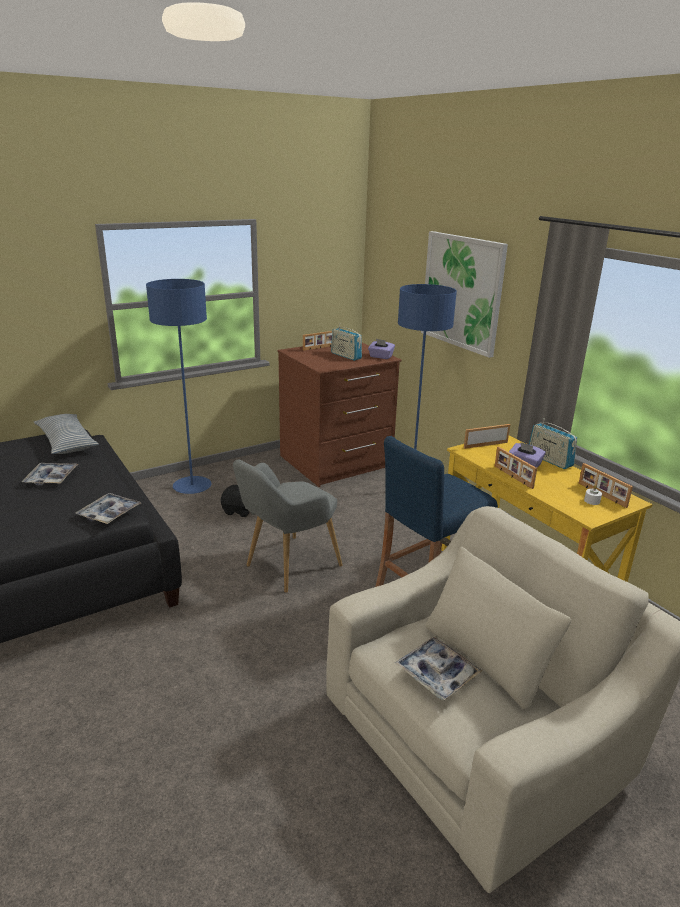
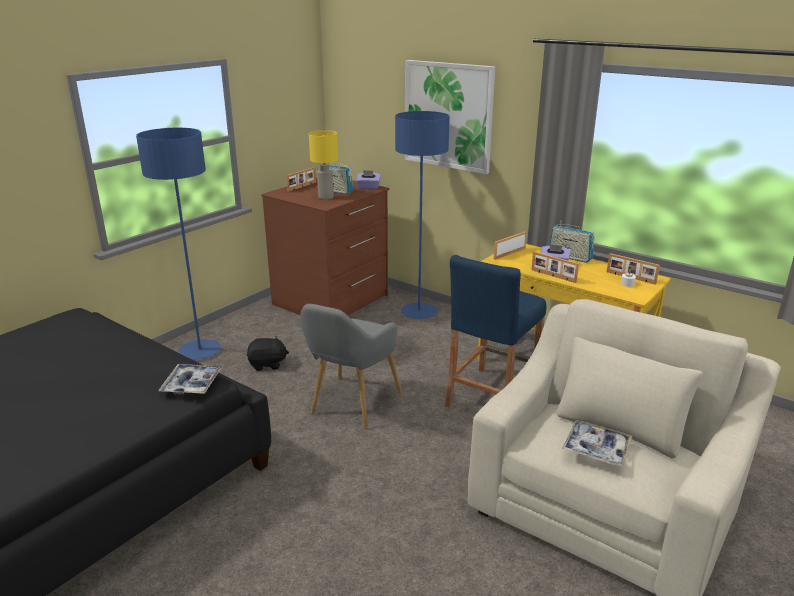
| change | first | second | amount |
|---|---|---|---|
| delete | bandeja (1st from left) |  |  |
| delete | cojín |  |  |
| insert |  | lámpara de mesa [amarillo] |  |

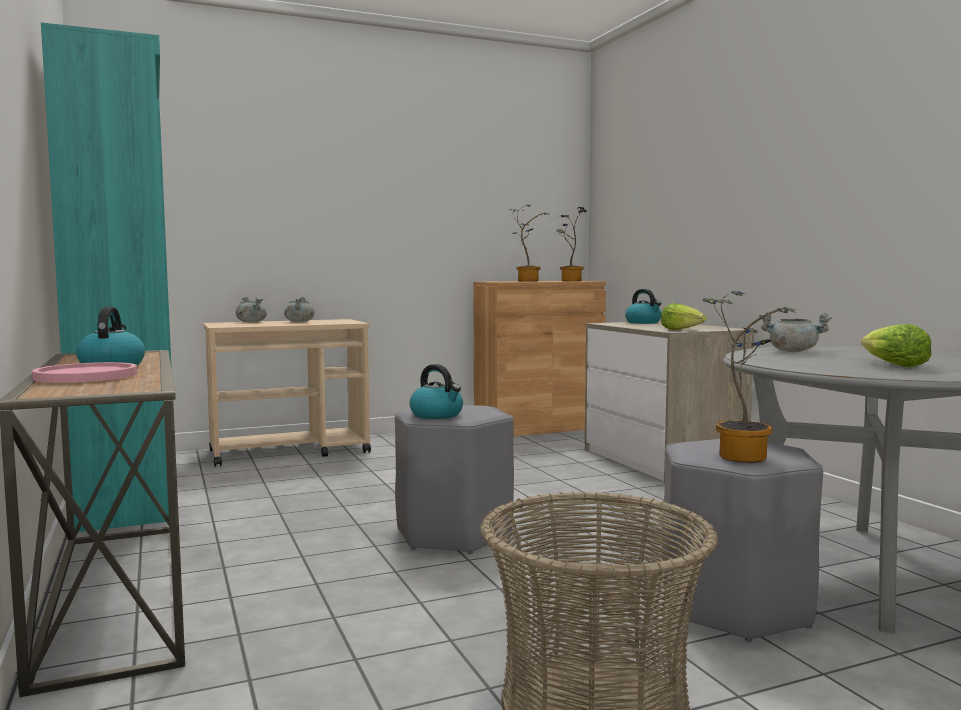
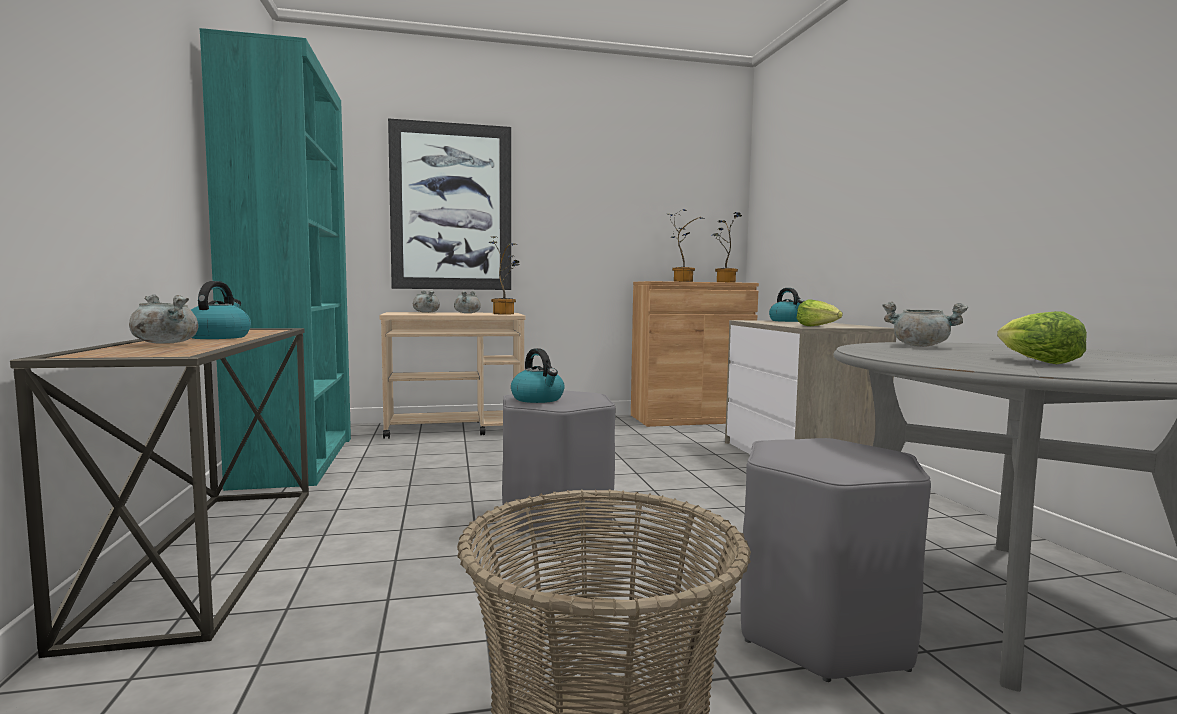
| change | first | second | amount |
|---|---|---|---|
| insert |  | cuadro |  |
| move | planta en maceta (3rd from left in the first image) | planta en maceta (1st from left) |  |
| replace | plato [rosa] | olla [gris] (1st from left) |  |

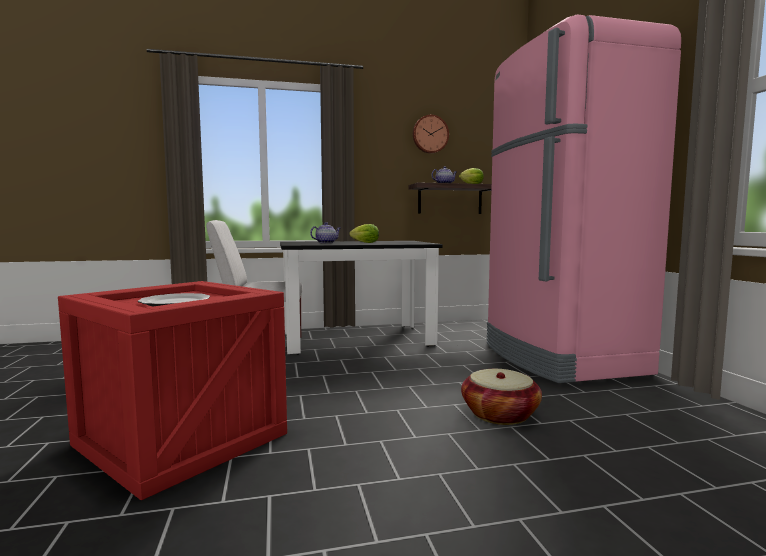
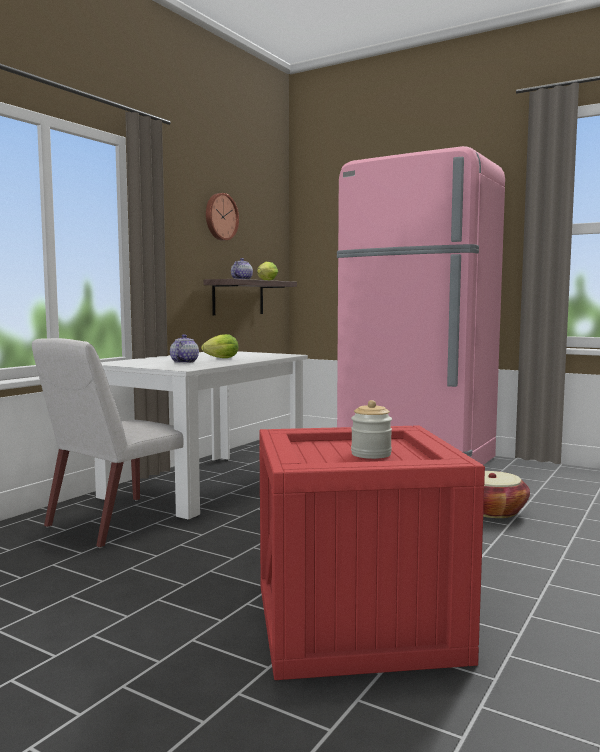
| change | first | second | amount |
|---|---|---|---|
| replace | plato | tarro |  |
| recolor | mesa de comedor [negro] | mesa de comedor [blanco] |  |

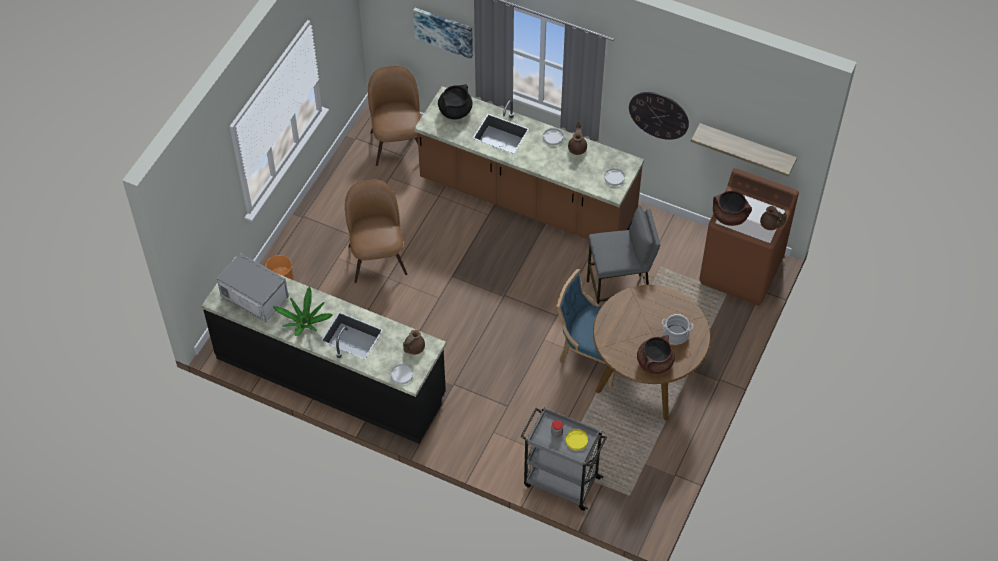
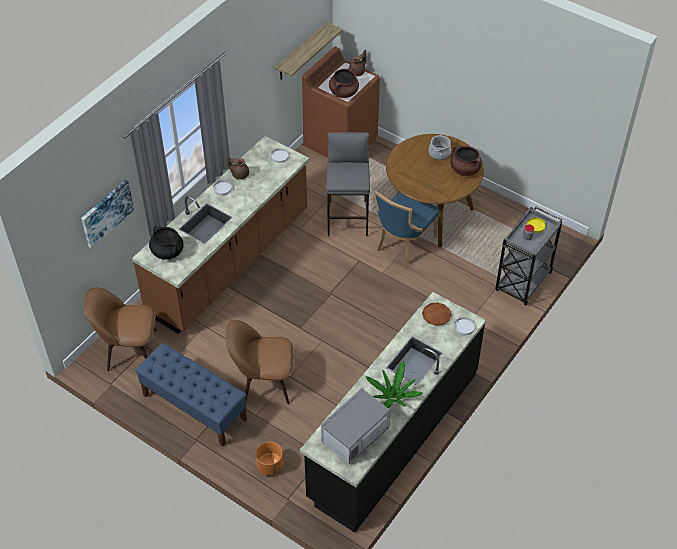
| change | first | second | amount |
|---|---|---|---|
| delete | reloj de pared |  |  |
| insert |  | banco [azul] |  |
| replace | tetera [marrón] (1st from left) | plato [marrón] |  |

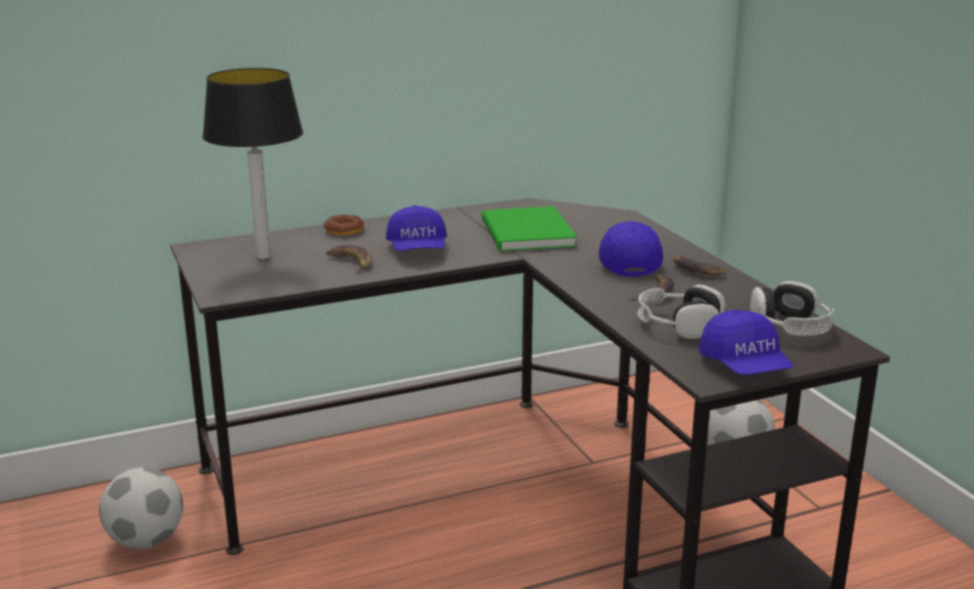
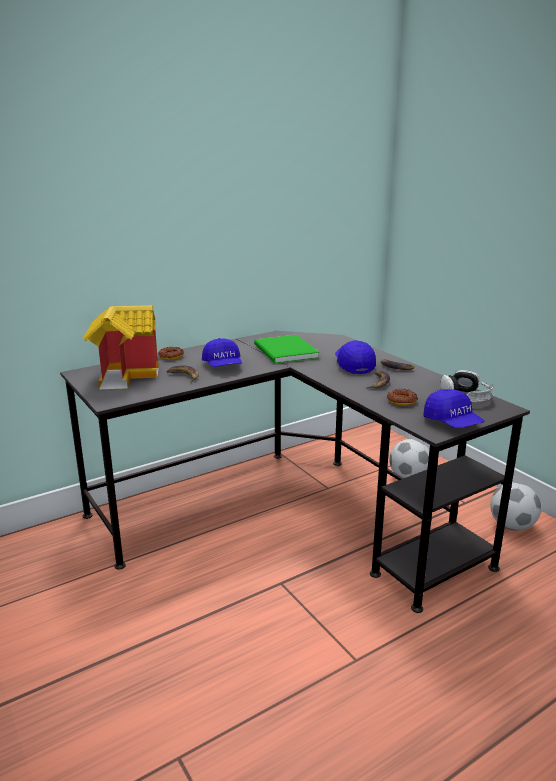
| change | first | second | amount |
|---|---|---|---|
| move | balón de fútbol (1st from left in the first image) | balón de fútbol (2nd from left) |  |
| replace | lámpara de mesa | casita |  |
| replace | auriculares (1st from left) | rosquilla (2nd from left) |  |

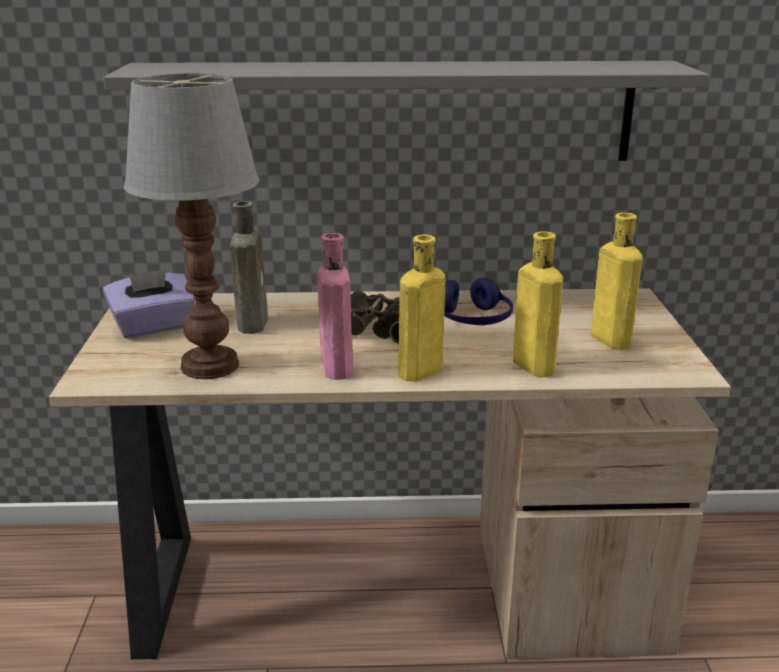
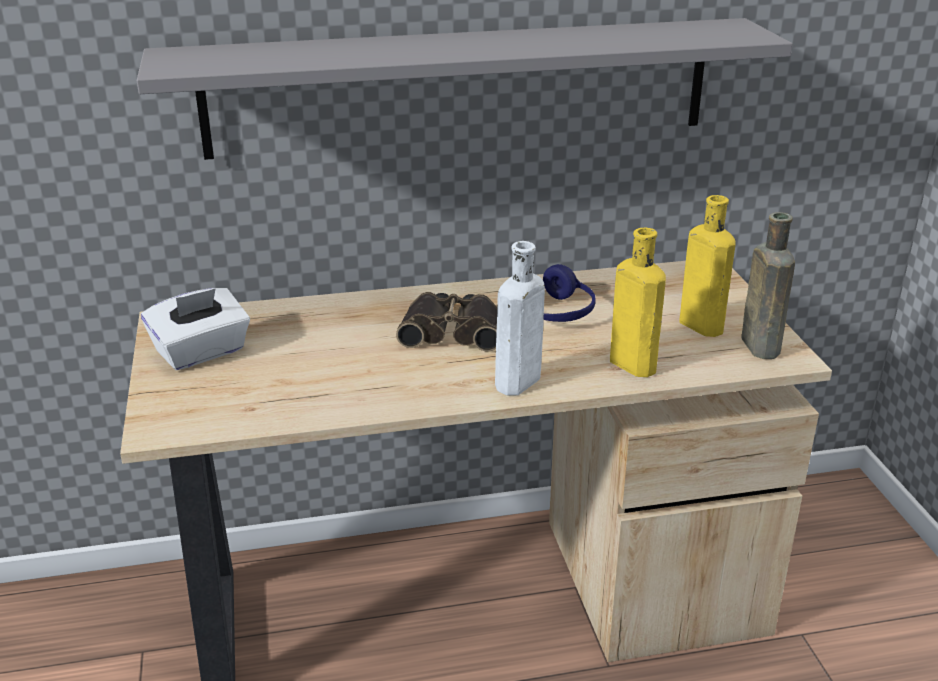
| change | first | second | amount |
|---|---|---|---|
| delete | lámpara de mesa |  |  |
| delete | botella [rosa] |  |  |
| move | botella [marrón] |  |  |
| recolor | caja de pañuelos [morado] | caja de pañuelos [blanco] |  |
| recolor | botella [amarillo] (1st from left) | botella [blanco] |  |

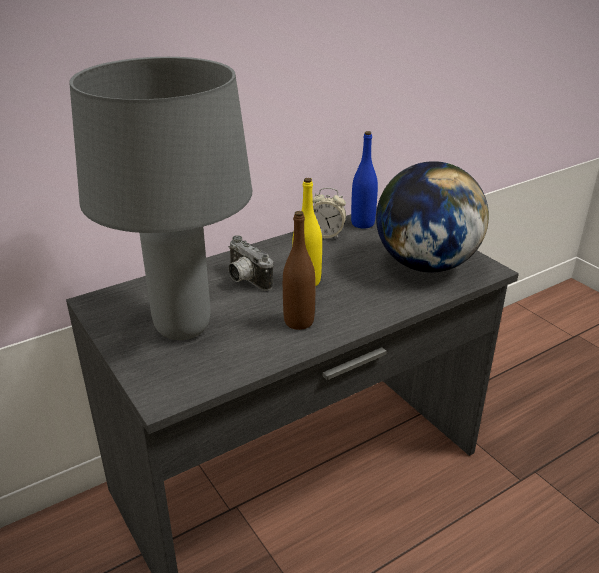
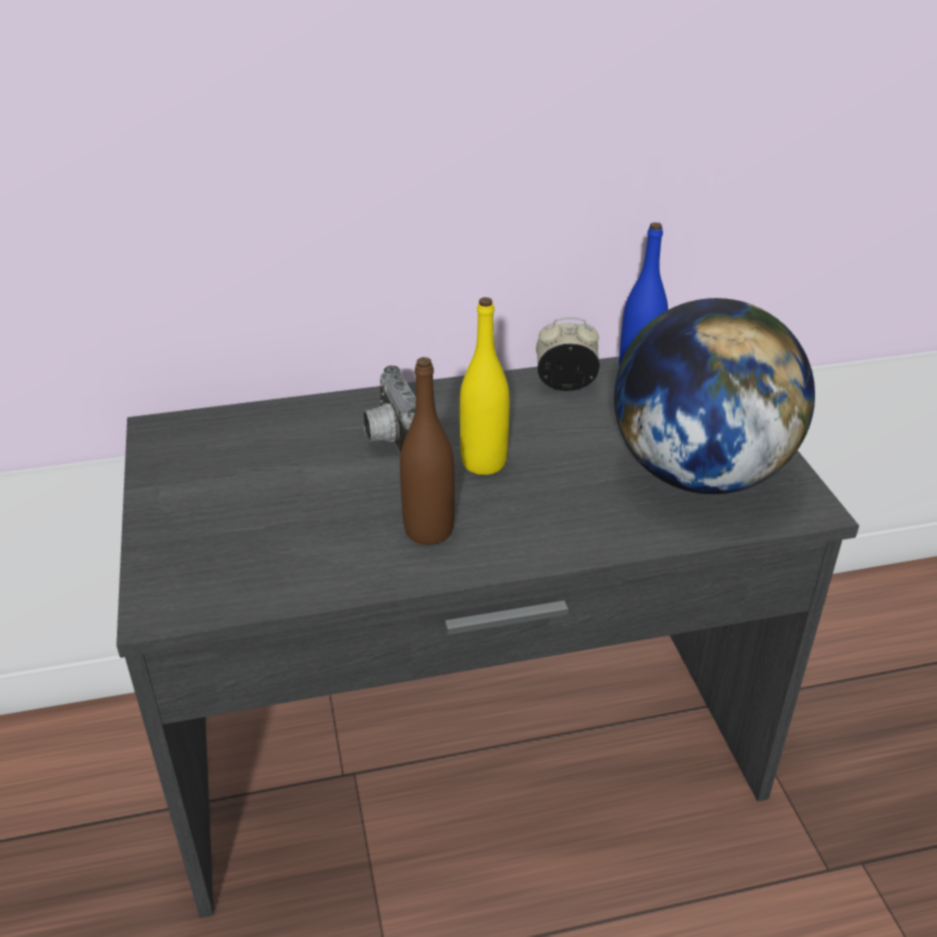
| change | first | second | amount |
|---|---|---|---|
| delete | lámpara de mesa [gris] |  |  |
| rotate | despertador |  | 150 degrees clockwise |

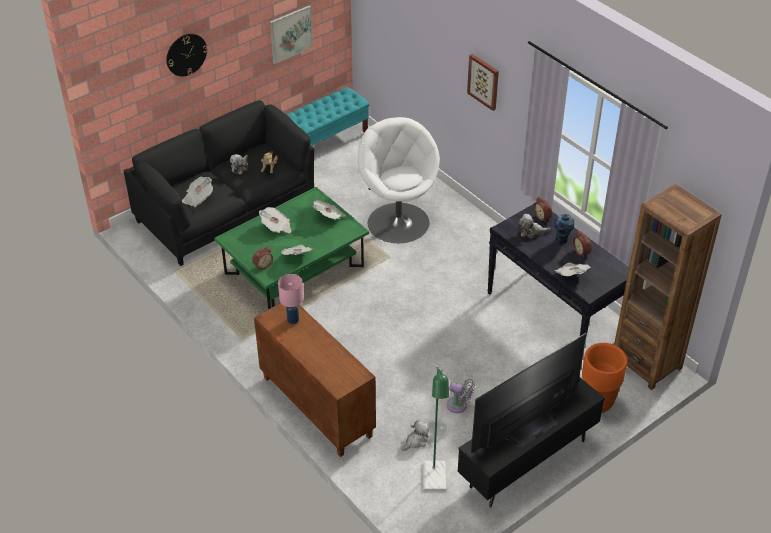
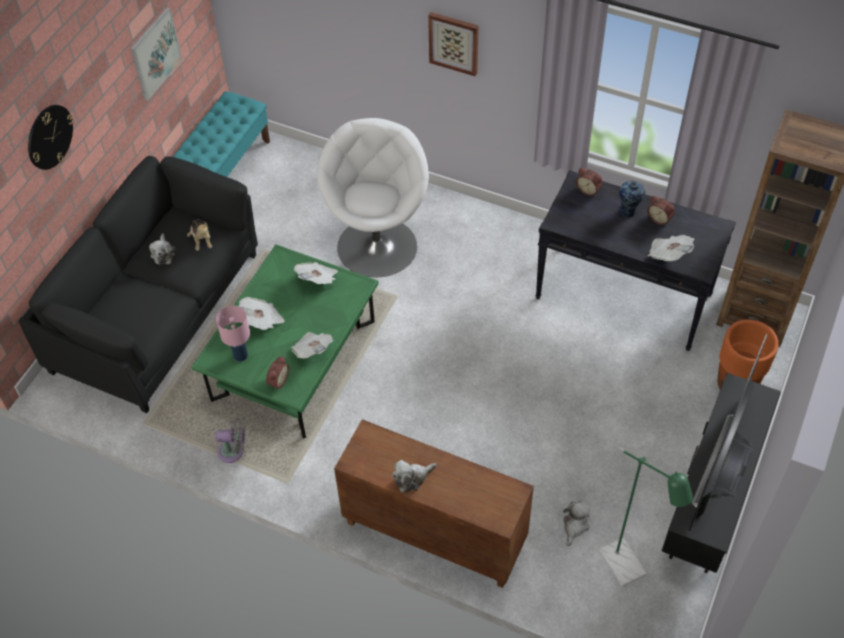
| change | first | second | amount |
|---|---|---|---|
| delete | periódico (1st from left) |  |  |
| move | lámpara de mesa [rosa] |  |  |
| move | ventilador [gris] |  |  |
| move | peluche (4th from left in the first image) | peluche (3rd from left) |  |
| rotate | sillón [blanco] |  | 60 degrees clockwise |

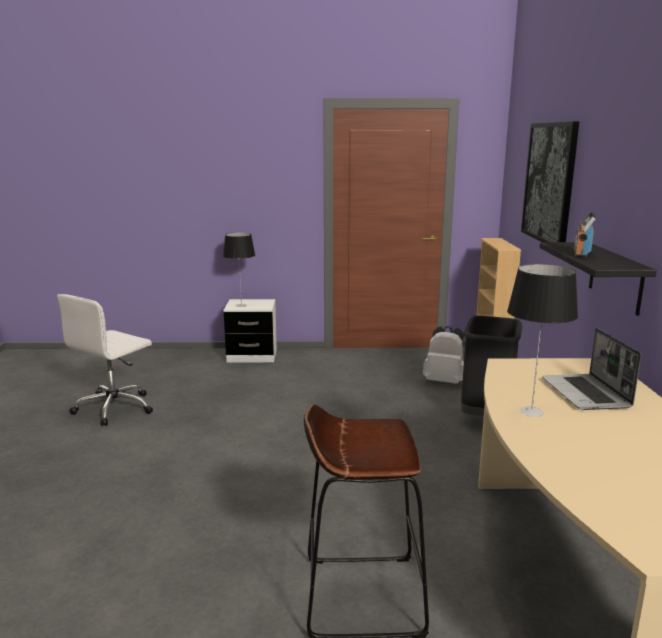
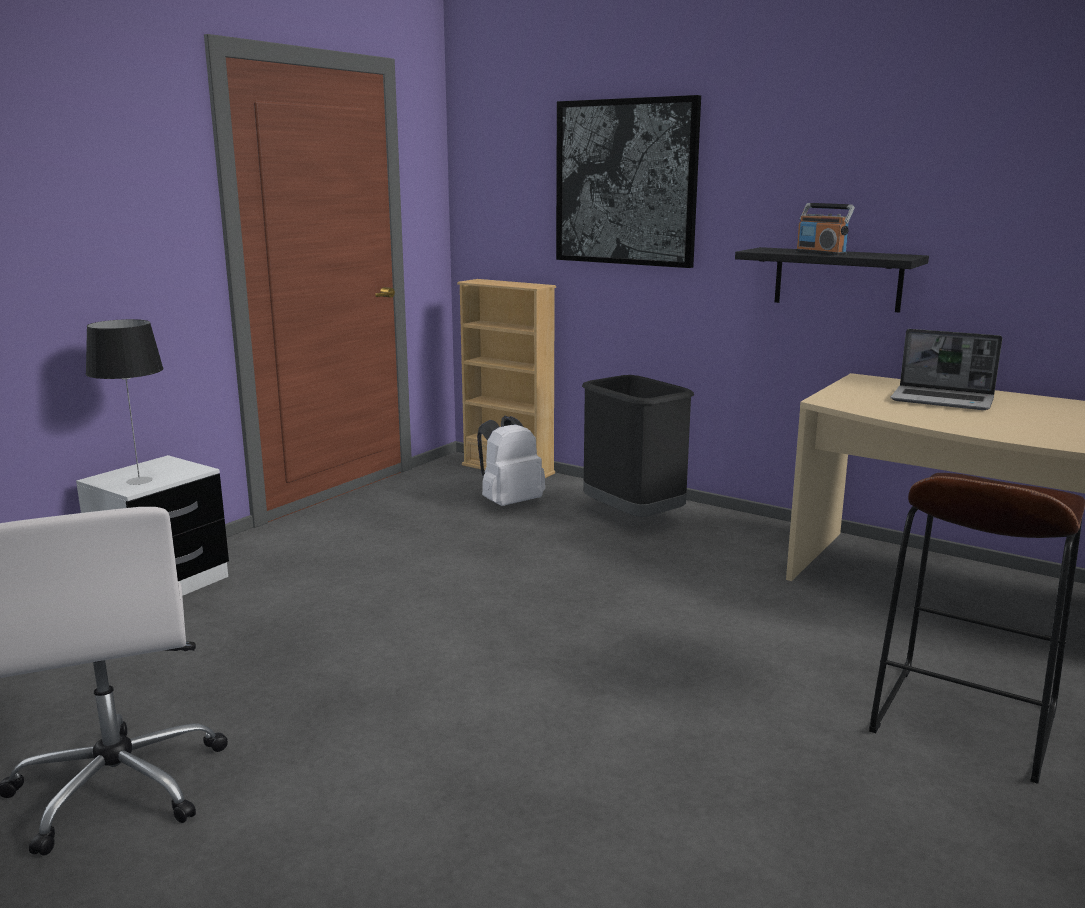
| change | first | second | amount |
|---|---|---|---|
| delete | lámpara de mesa (2nd from left) |  |  |

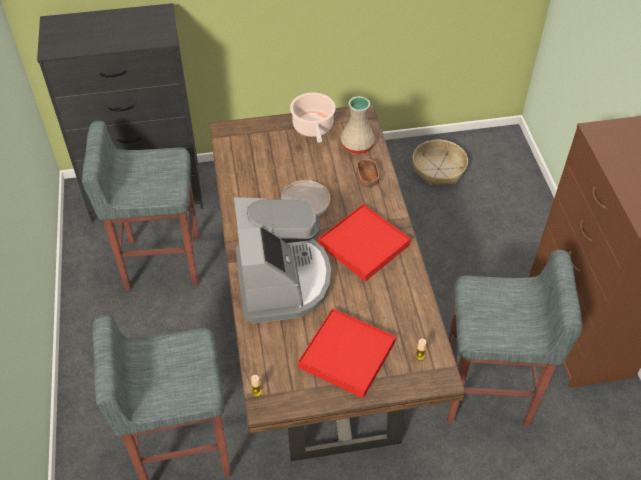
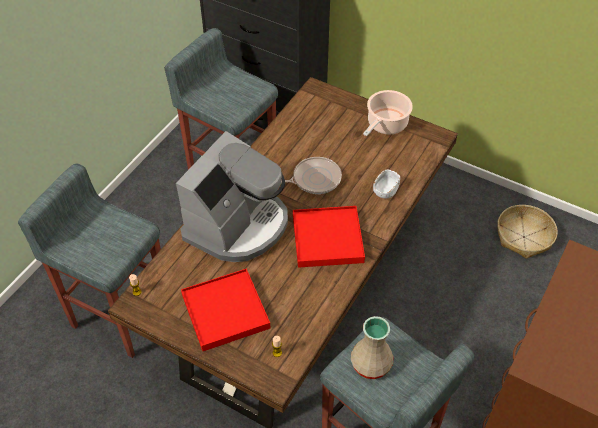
| change | first | second | amount |
|---|---|---|---|
| move | florero [beis] |  |  |
| recolor | cuenco [marrón] | cuenco [blanco] |  |

